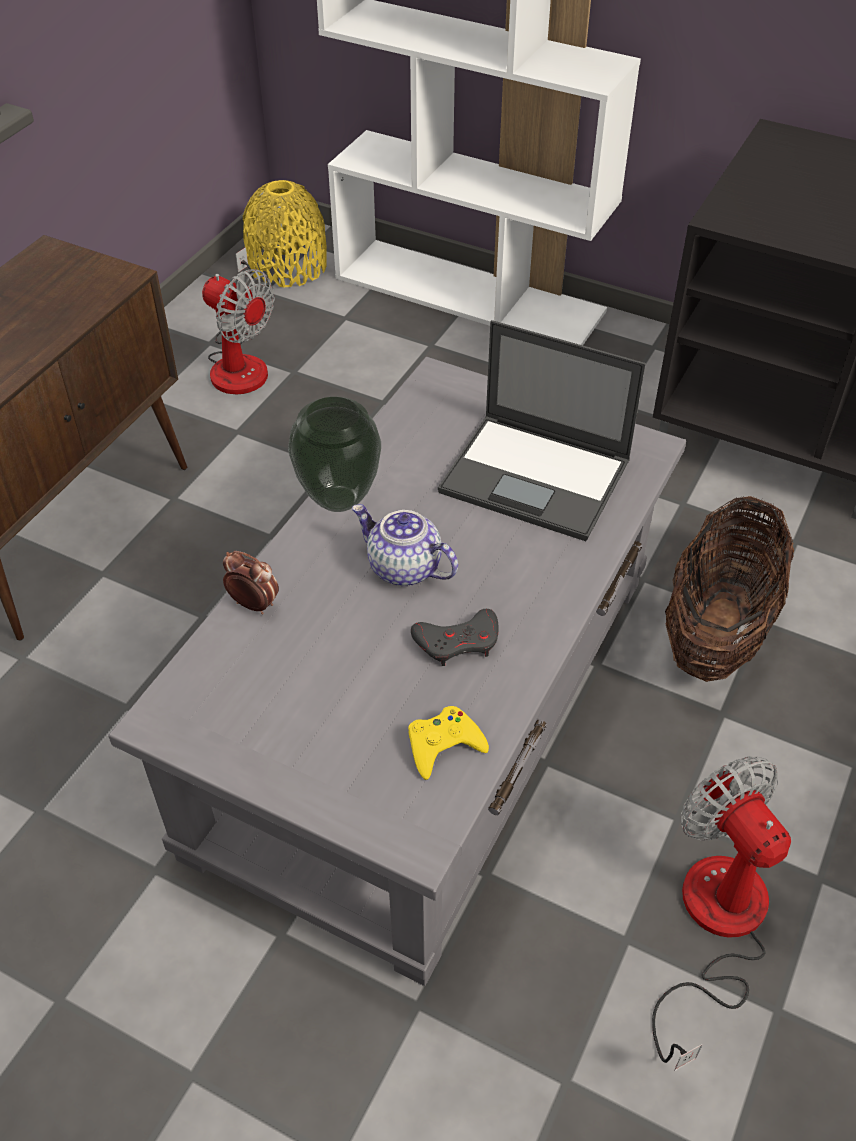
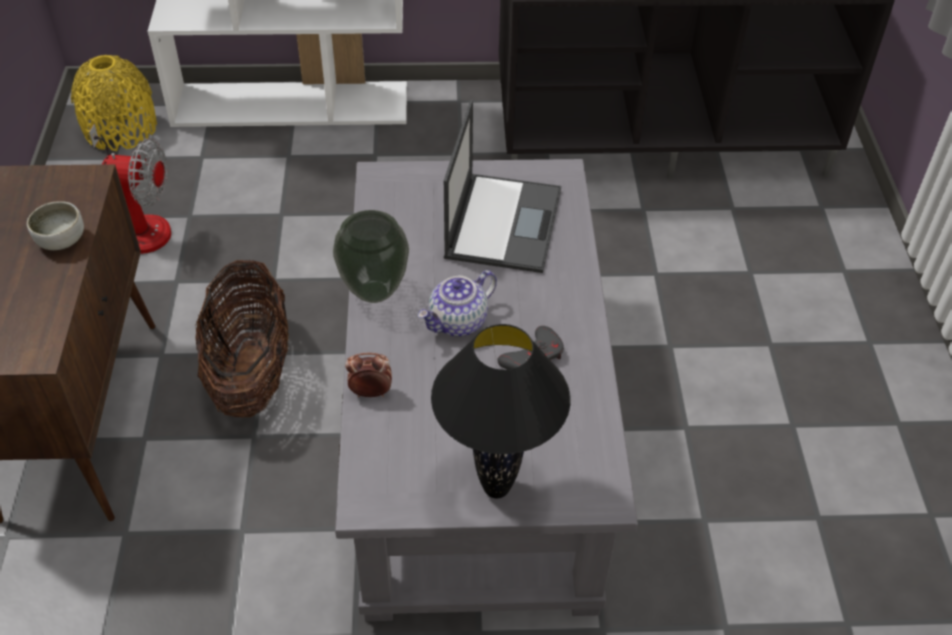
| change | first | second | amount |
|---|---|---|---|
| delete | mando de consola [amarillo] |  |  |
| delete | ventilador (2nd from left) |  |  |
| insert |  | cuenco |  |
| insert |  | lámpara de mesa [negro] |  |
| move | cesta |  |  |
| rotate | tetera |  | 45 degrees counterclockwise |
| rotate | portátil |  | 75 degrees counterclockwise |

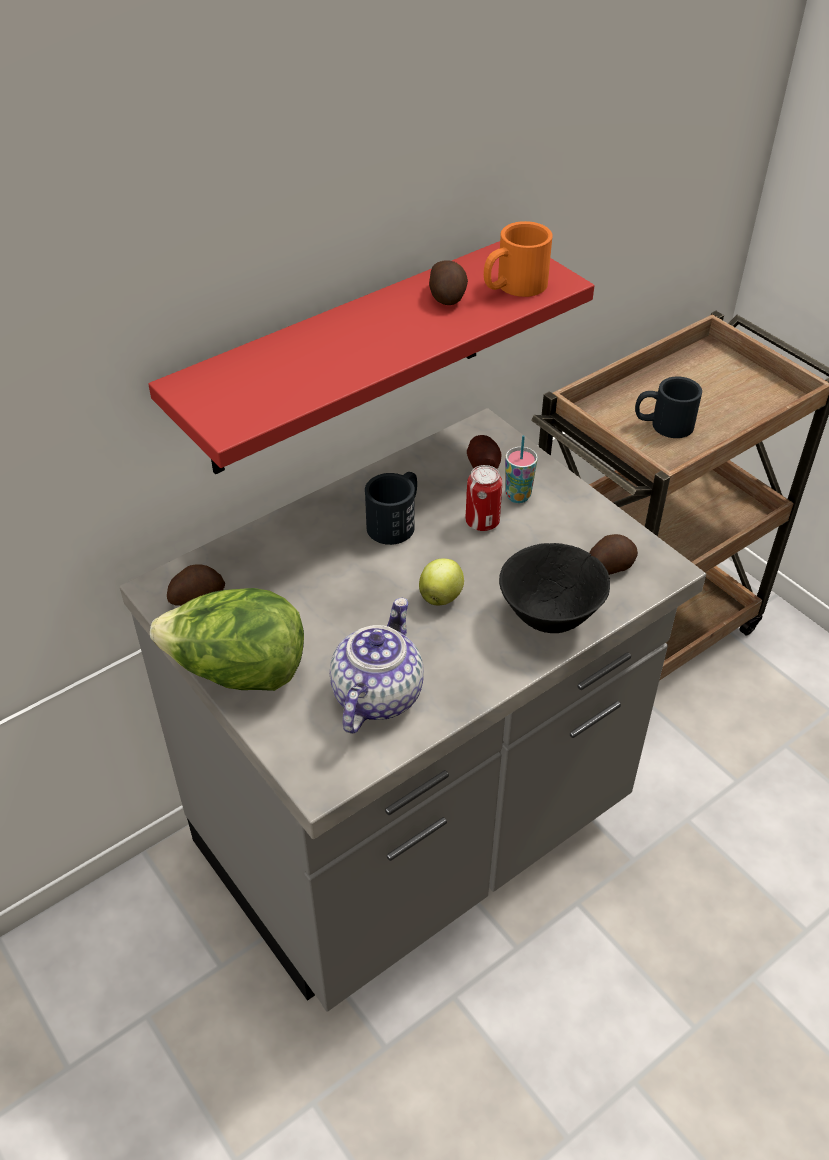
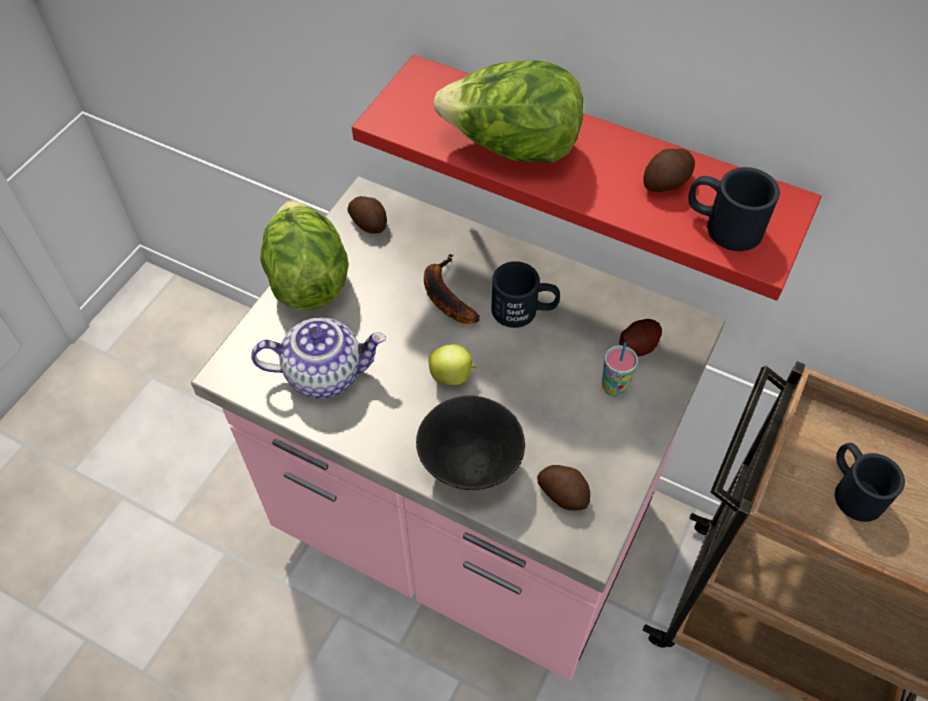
| change | first | second | amount |
|---|---|---|---|
| delete | lata |  |  |
| insert |  | plátano |  |
| insert |  | lechuga (2nd from left) |  |
| recolor | mueble bajo de cocina [gris] | mueble bajo de cocina [rosa] |  |
| recolor | taza grande [naranja] | taza grande [negro] (2nd from left) |  |

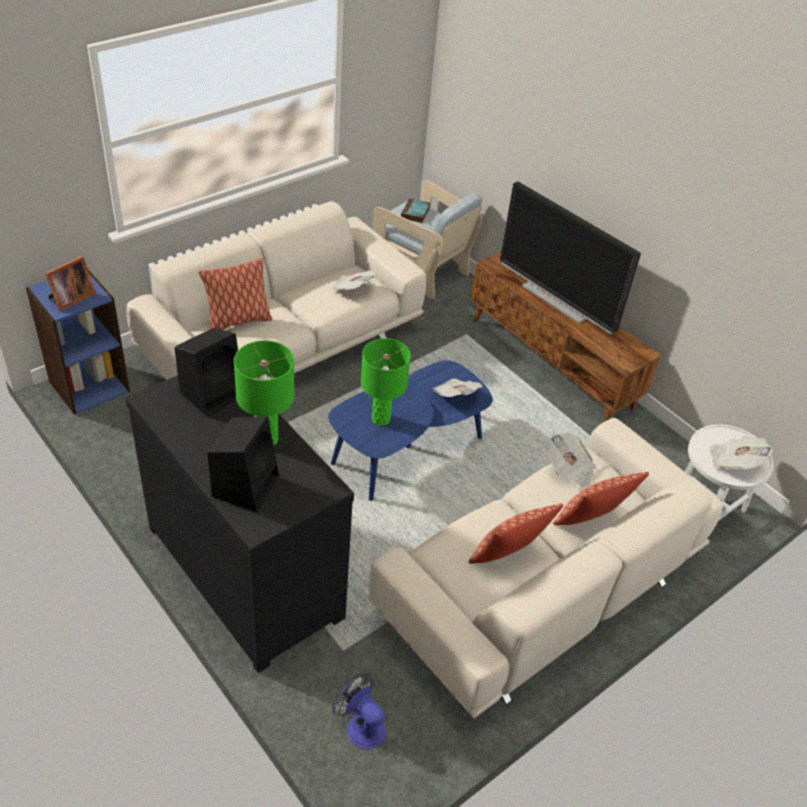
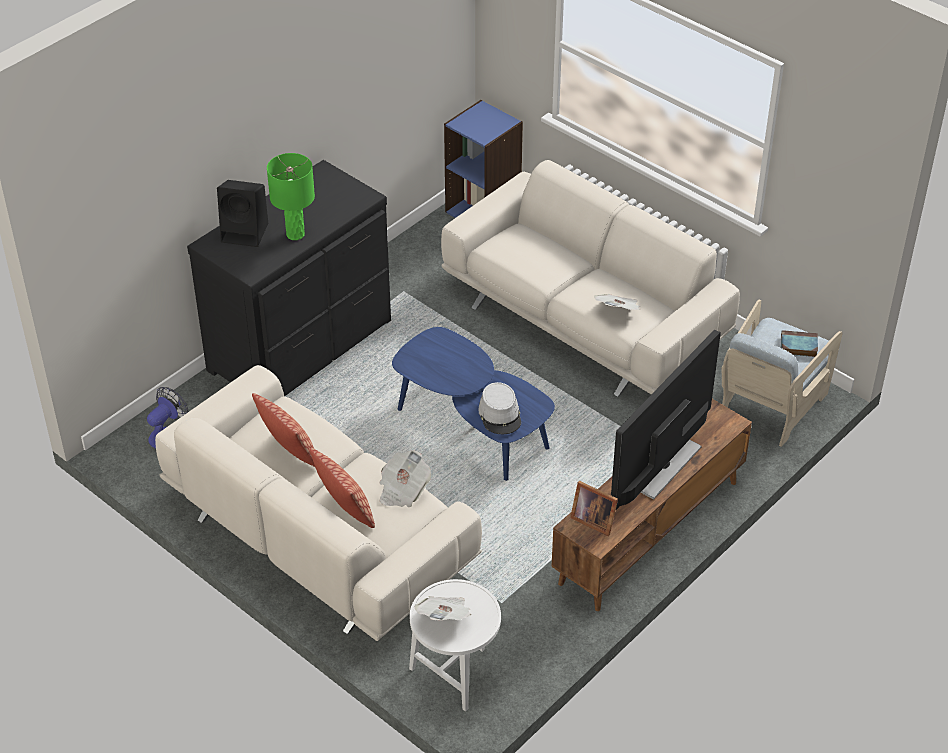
| change | first | second | amount |
|---|---|---|---|
| delete | altavoz [negro] (1st from left) |  |  |
| delete | cojín (1st from left) |  |  |
| delete | lámpara de mesa [verde] (2nd from left) |  |  |
| move | portarretratos |  |  |
| replace | periódico (2nd from left) | sombrero [gris] |  |

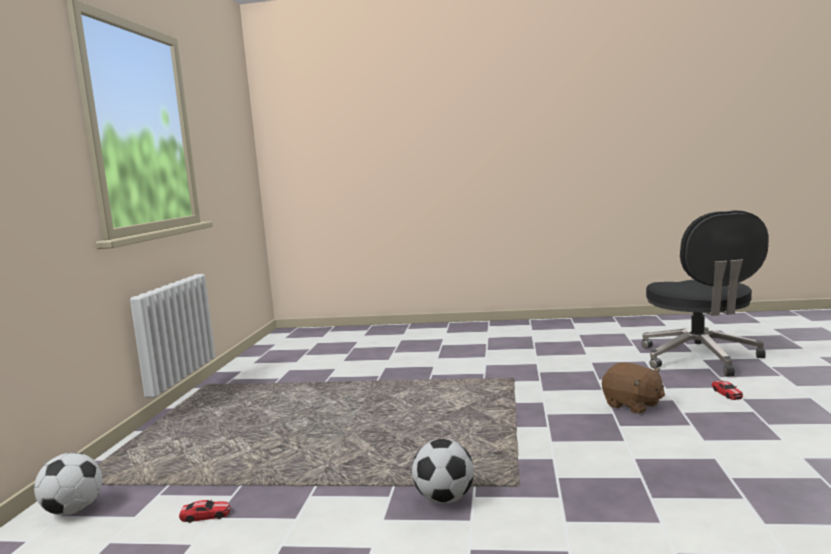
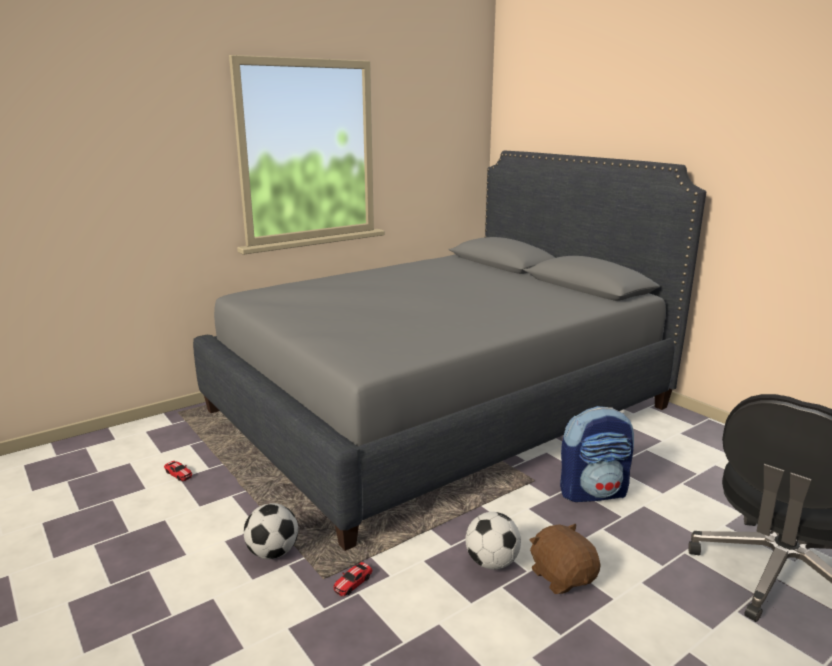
| change | first | second | amount |
|---|---|---|---|
| insert |  | cama [gris] |  |
| insert |  | mochila |  |
| move | balón de fútbol (1st from left in the first image) | balón de fútbol (2nd from left) |  |
| move | coche de juguete (2nd from left) |  |  |
| rotate | peluche [marrón] |  | 150 degrees clockwise |

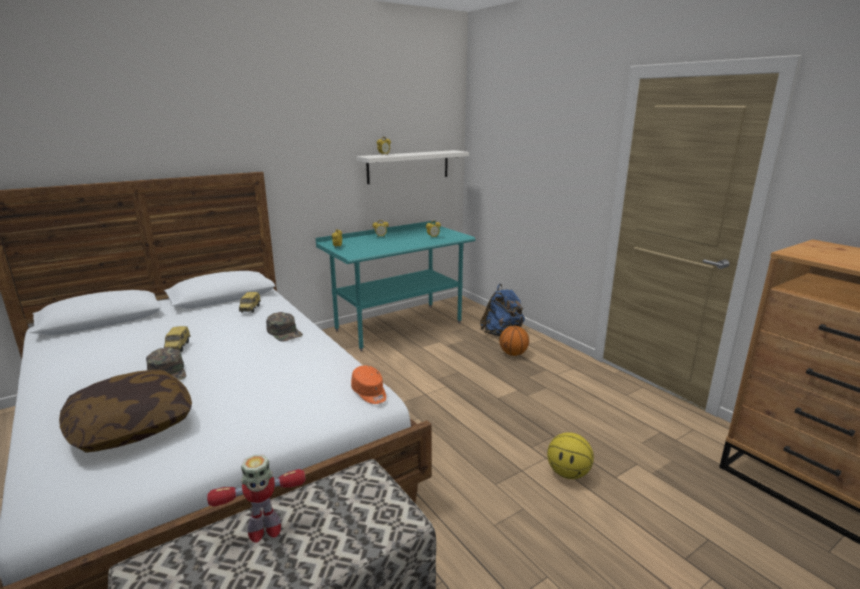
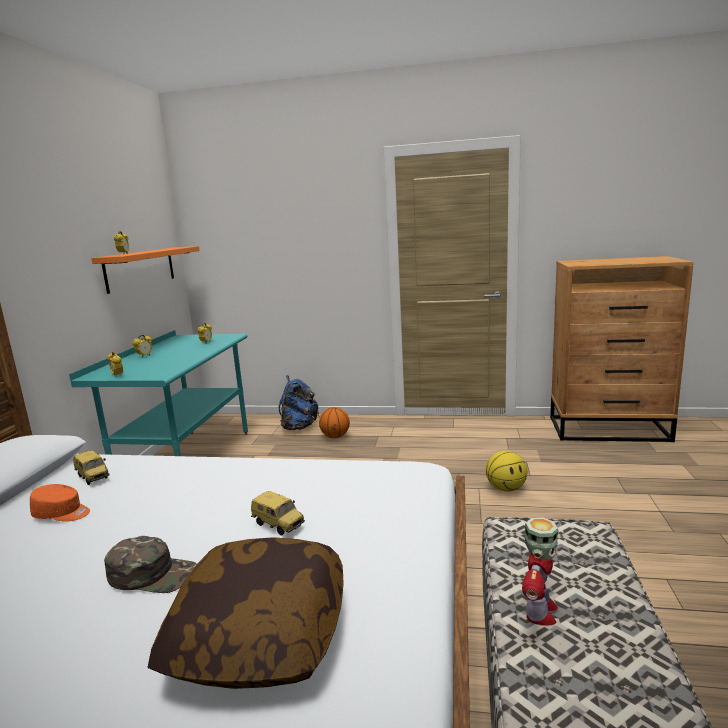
| change | first | second | amount |
|---|---|---|---|
| delete | gorra [verde] (2nd from left) |  |  |
| move | coche de juguete (1st from left in the first image) | coche de juguete (2nd from left) |  |
| move | gorra [naranja] |  |  |
| recolor | estante [blanco] | estante [naranja] |  |

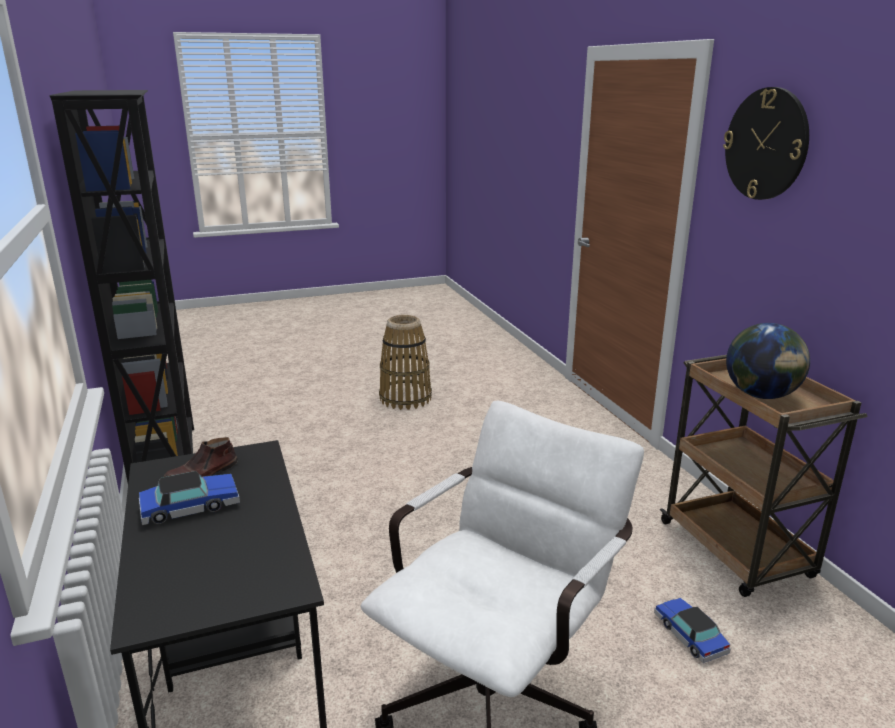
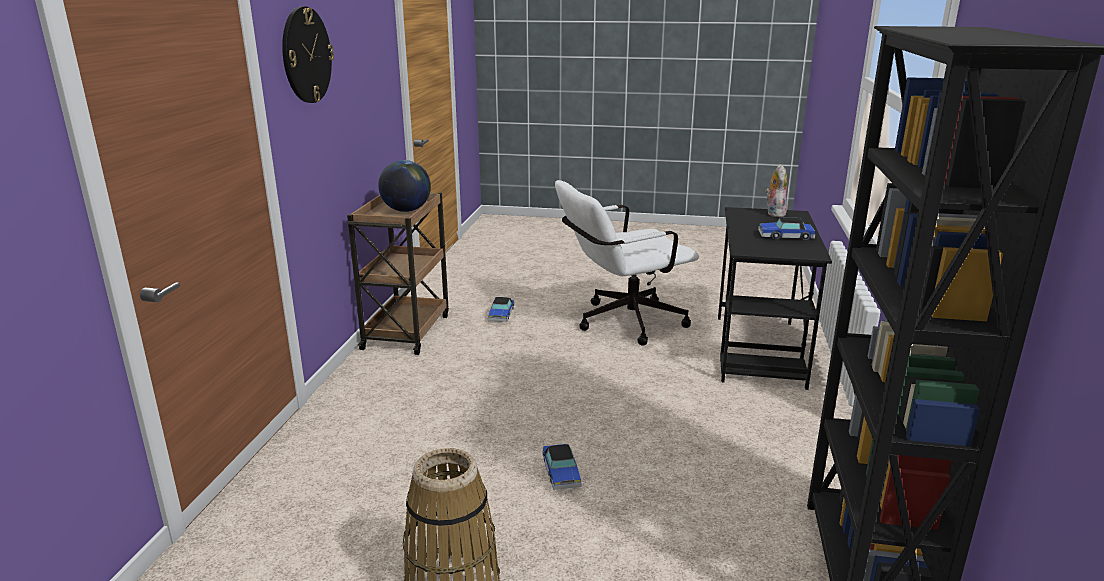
| change | first | second | amount |
|---|---|---|---|
| delete | zapato [marrón] |  |  |
| insert |  | coche de juguete (2nd from left) |  |
| insert |  | peluche |  |

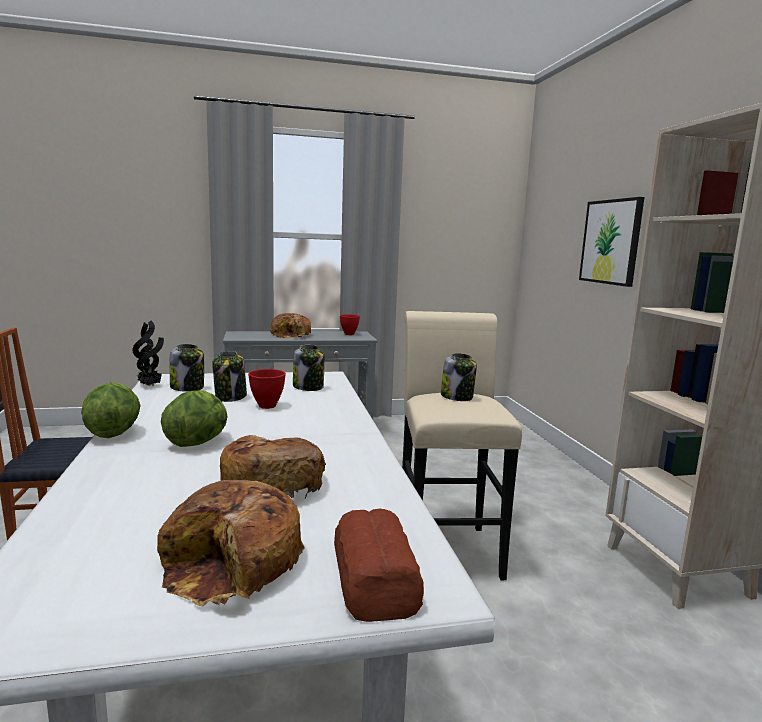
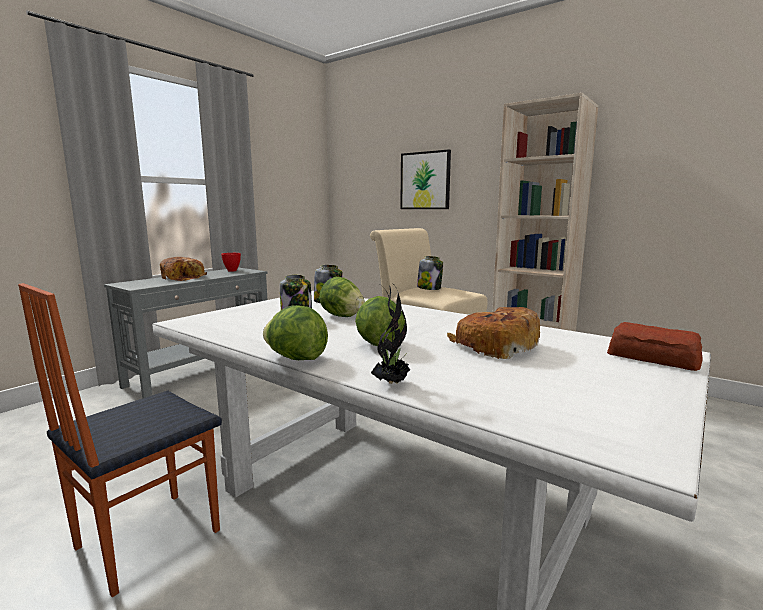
| change | first | second | amount |
|---|---|---|---|
| delete | pan (1st from left) |  |  |
| delete | tarro (1st from left) |  |  |
| move | planta en maceta |  |  |
| replace | cuenco [rojo] (1st from left) | lechuga (2nd from left) |  |

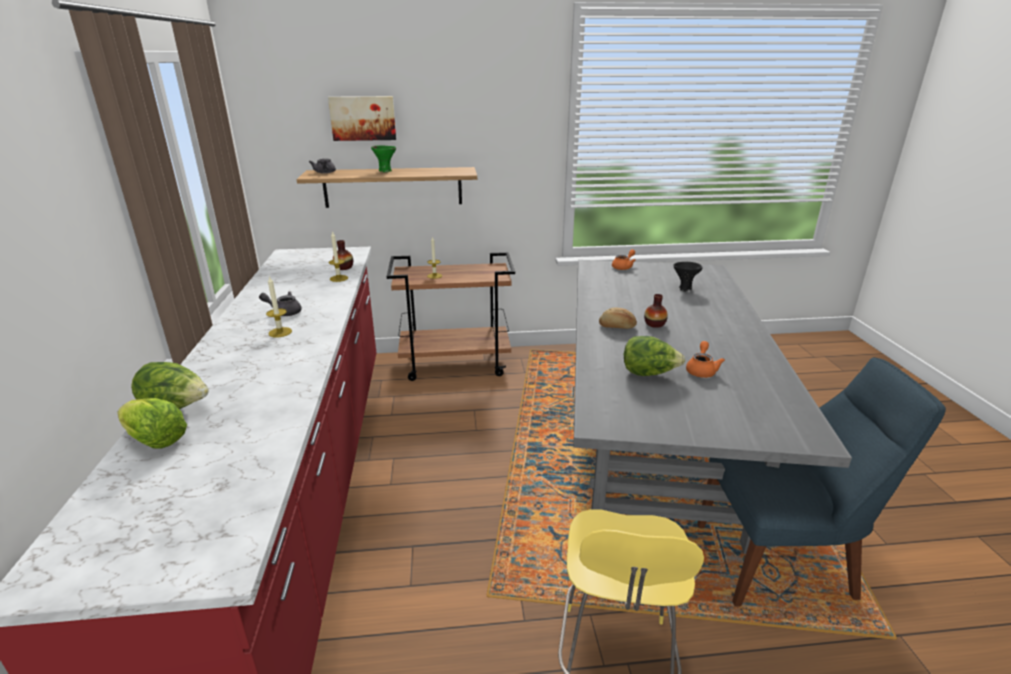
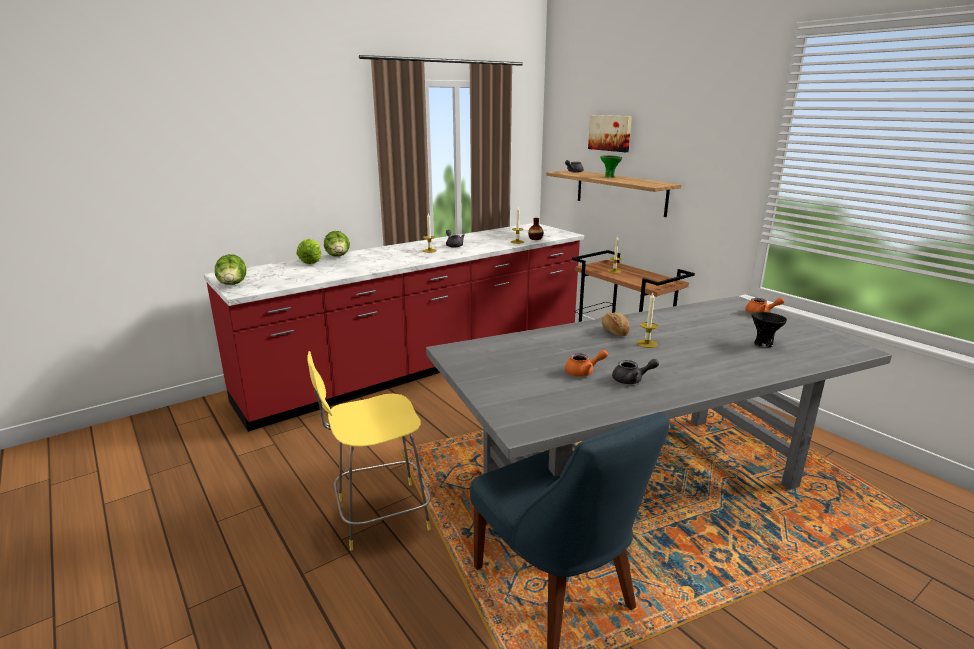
| change | first | second | amount |
|---|---|---|---|
| insert |  | tetera [gris] (3rd from left) |  |
| move | lechuga (3rd from left in the first image) | lechuga (1st from left) |  |
| replace | florero (2nd from left) | vela (4th from left) |  |

